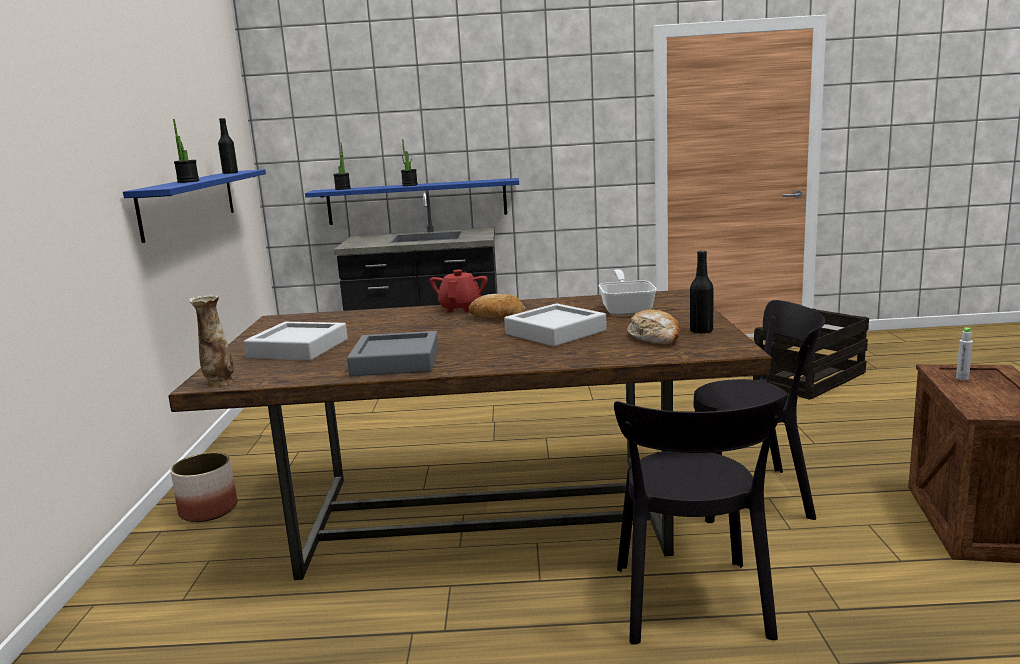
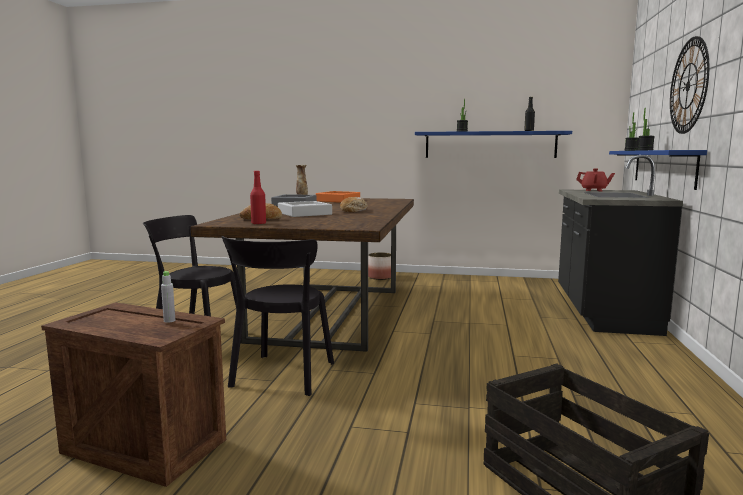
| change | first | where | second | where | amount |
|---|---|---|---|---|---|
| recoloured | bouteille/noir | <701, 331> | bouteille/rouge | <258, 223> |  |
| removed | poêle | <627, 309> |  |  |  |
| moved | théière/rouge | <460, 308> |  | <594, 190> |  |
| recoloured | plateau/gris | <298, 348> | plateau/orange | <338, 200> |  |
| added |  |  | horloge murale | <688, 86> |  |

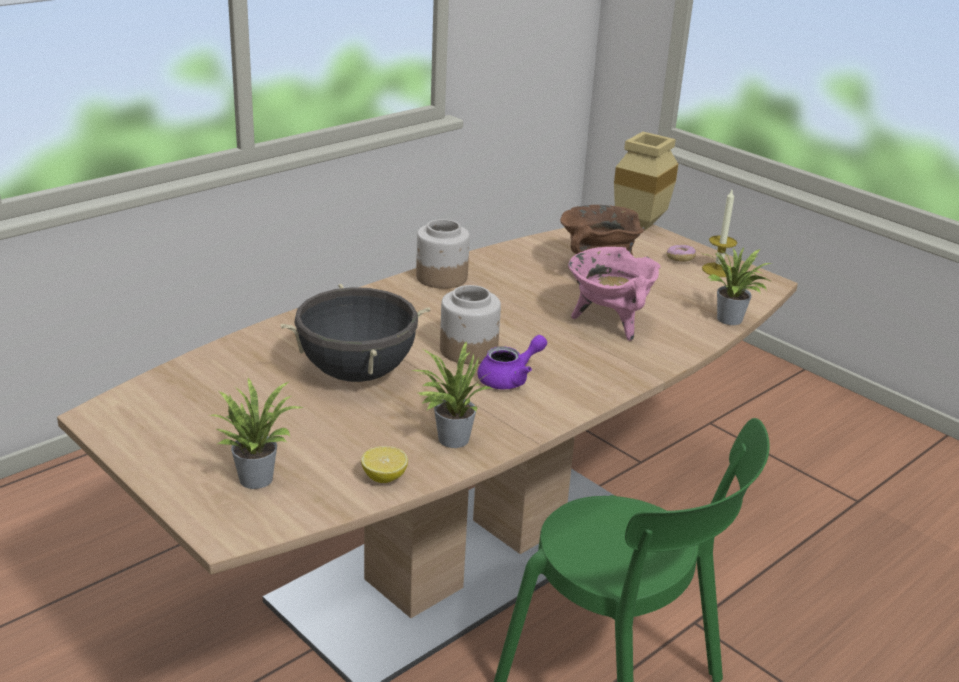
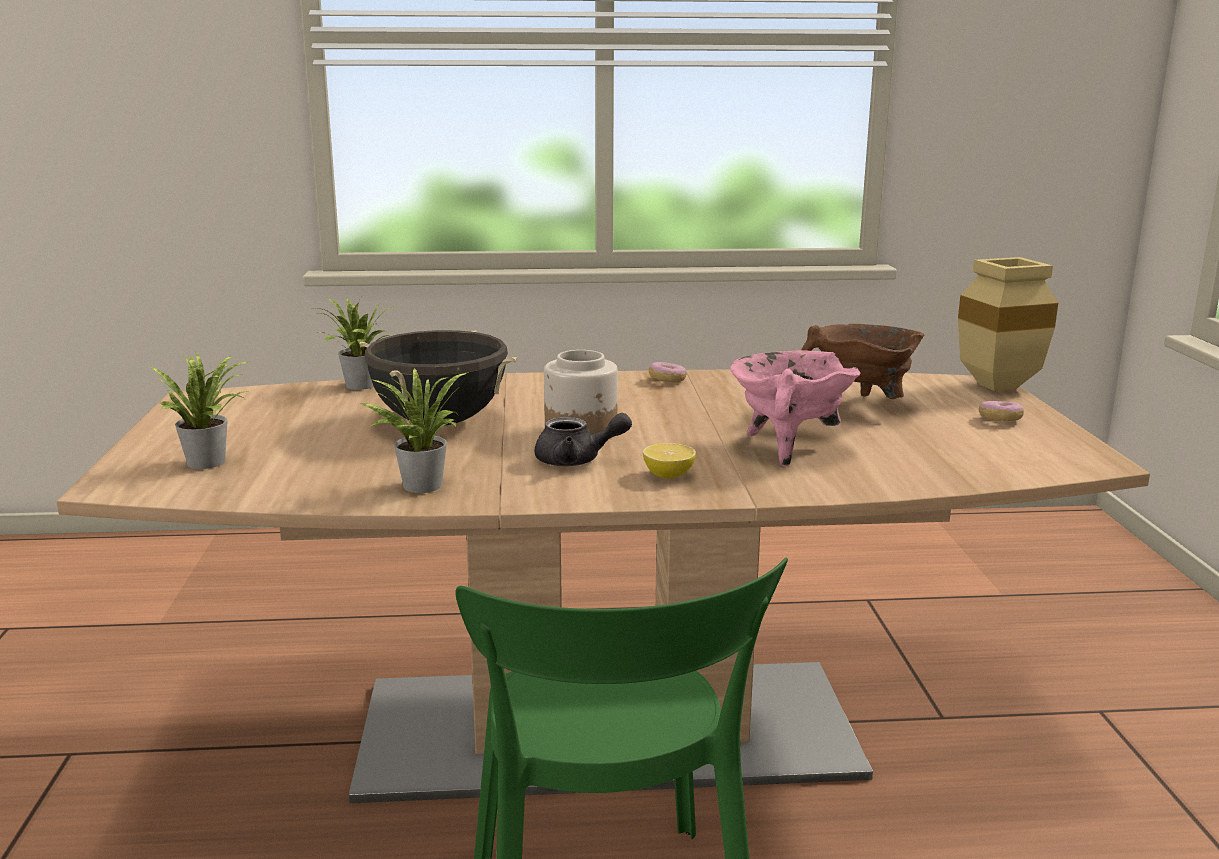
| change | first | where | second | where | amount |
|---|---|---|---|---|---|
| removed | bougie | <718, 270> |  |  |  |
| replaced | bocal | <441, 278> | beignet | <667, 380> |  |
| moved | plante en pot | <730, 321> |  | <357, 386> |  |
| recoloured | théière/violet | <510, 379> | théière/gris | <577, 460> |  |
| moved | citron | <384, 477> |  | <668, 475> |  |

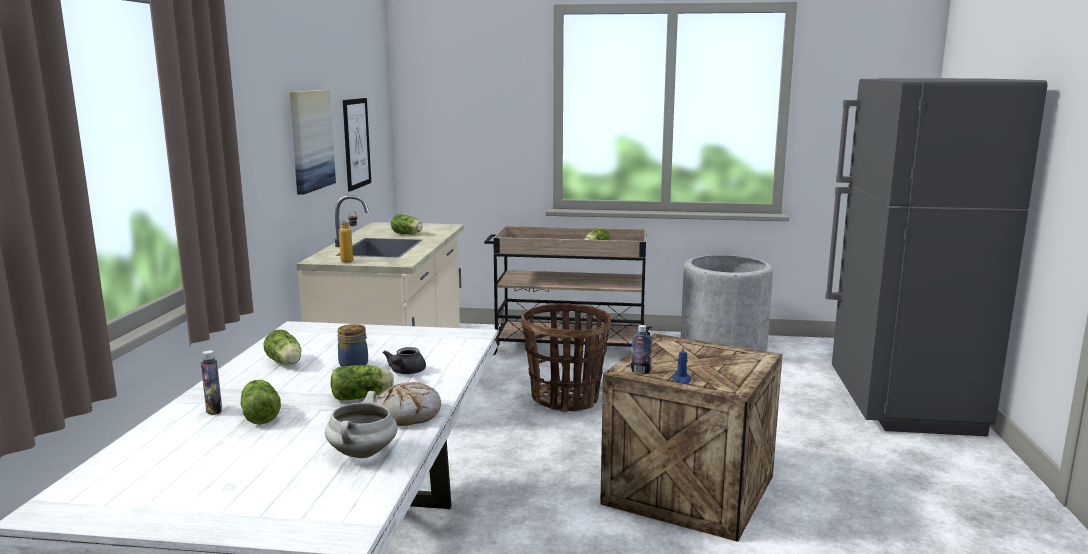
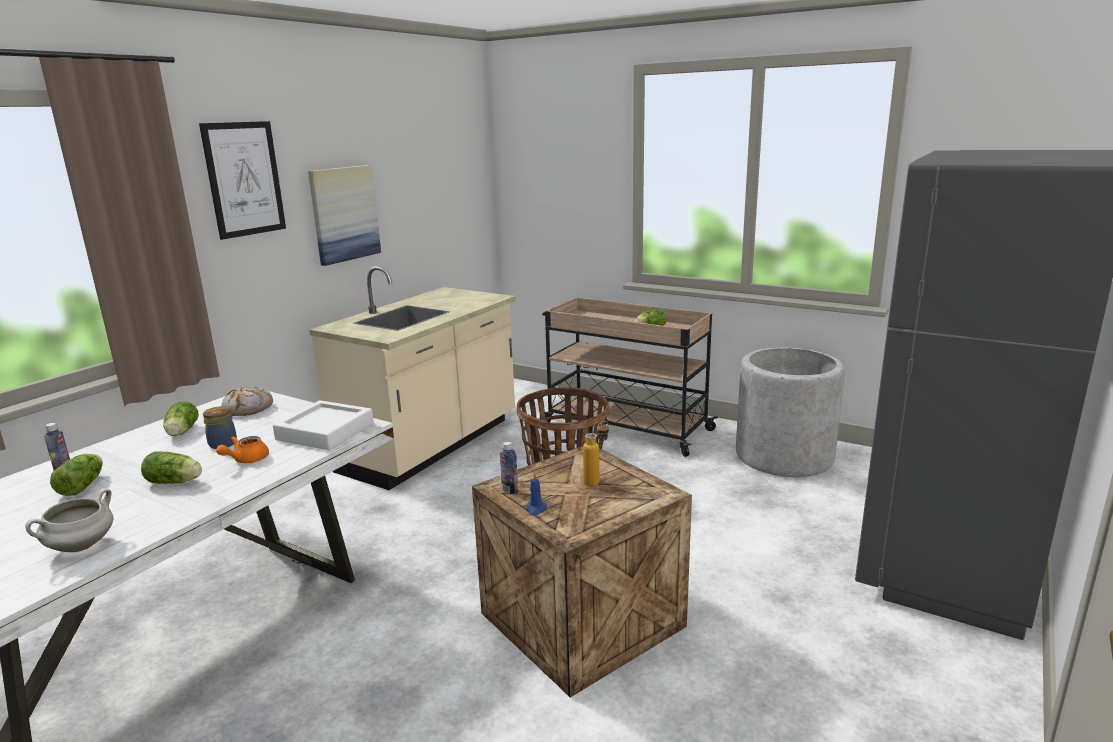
| change | first | where | second | where | amount |
|---|---|---|---|---|---|
| moved | tableau | <356, 143> |  | <244, 179> |  |
| moved | bouteille | <350, 260> |  | <596, 481> |  |
| removed | laitue | <408, 234> |  |  |  |
| recoloured | théière/gris | <405, 372> | théière/orange | <246, 460> |  |
| moved | pain | <409, 414> |  | <248, 408> |  |
| added |  |  | plateau/blanc | <325, 431> |  |

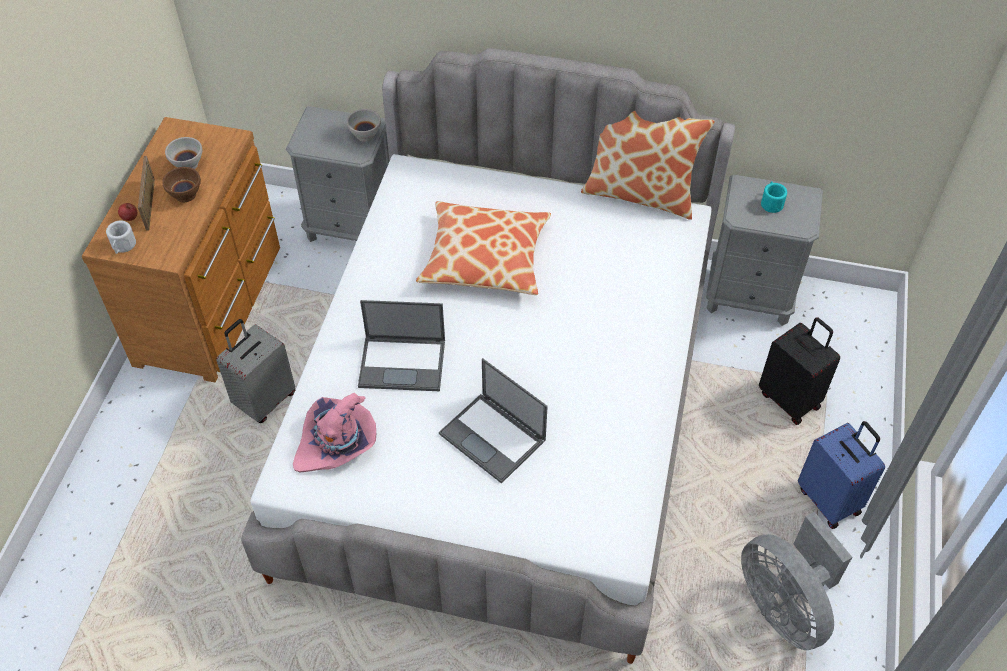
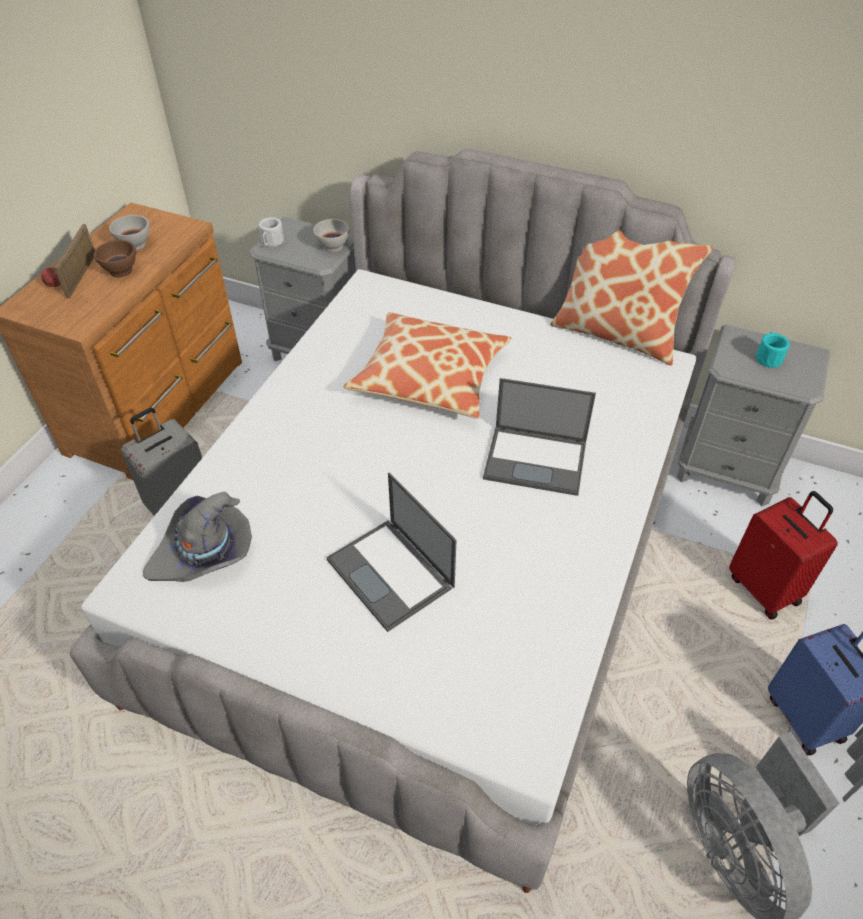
| change | first | where | second | where | amount |
|---|---|---|---|---|---|
| moved | mug/blanc | <123, 246> |  | <271, 242> |  |
| moved | ordinateur portable | <403, 363> |  | <537, 460> |  |
| recoloured | valise/noir | <790, 399> | valise/rouge | <765, 589> |  |
| recoloured | chapeau/rose | <337, 443> | chapeau/gris | <204, 553> |  |

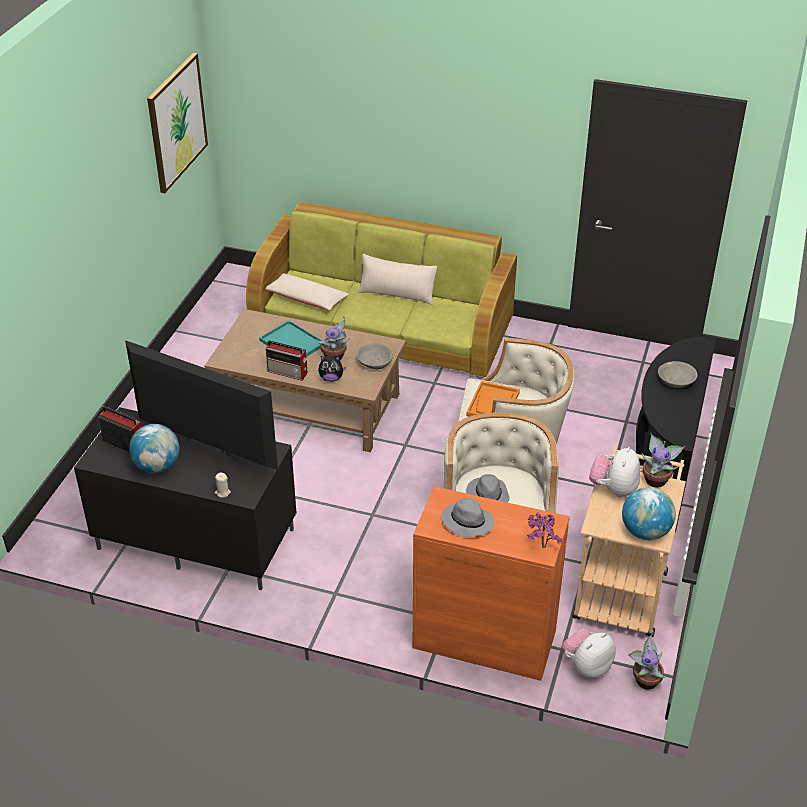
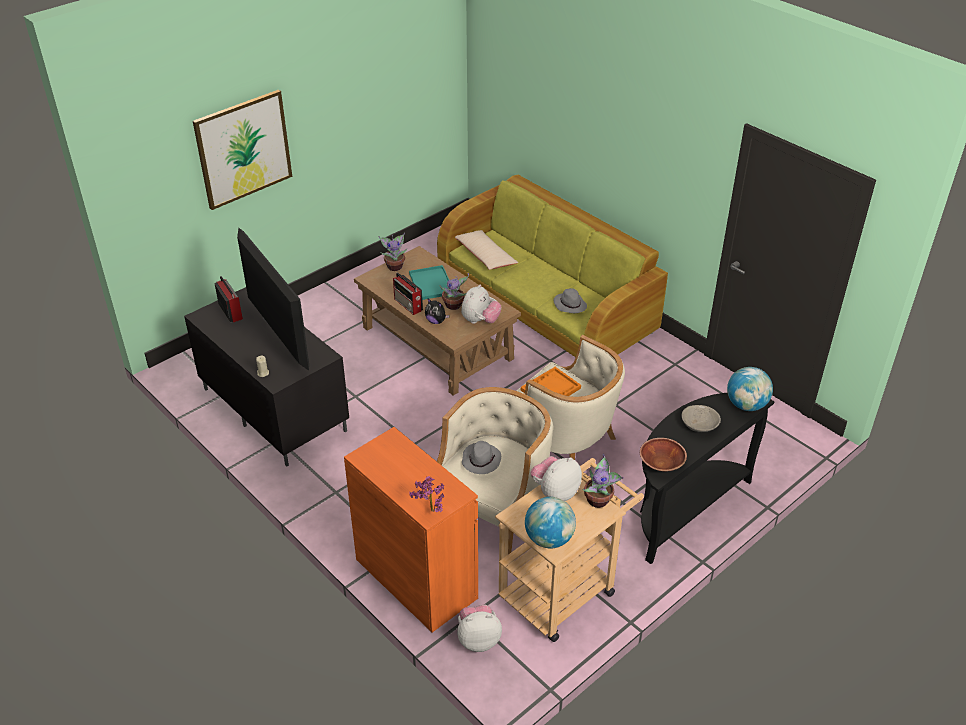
| change | first | where | second | where | amount |
|---|---|---|---|---|---|
| moved | tableau | <177, 122> |  | <243, 149> |  |
| removed | coussin/beige | <397, 293> |  |  |  |
| replaced | bol/gris | <374, 362> | peluche | <480, 321> |  |
| moved | globe | <157, 466> |  | <746, 405> |  |
| moved | chapeau/gris | <466, 522> |  | <569, 305> |  |
| moved | plante en pot | <645, 680> |  | <395, 266> |  |
| added |  |  | bol/marron | <661, 464> |  |

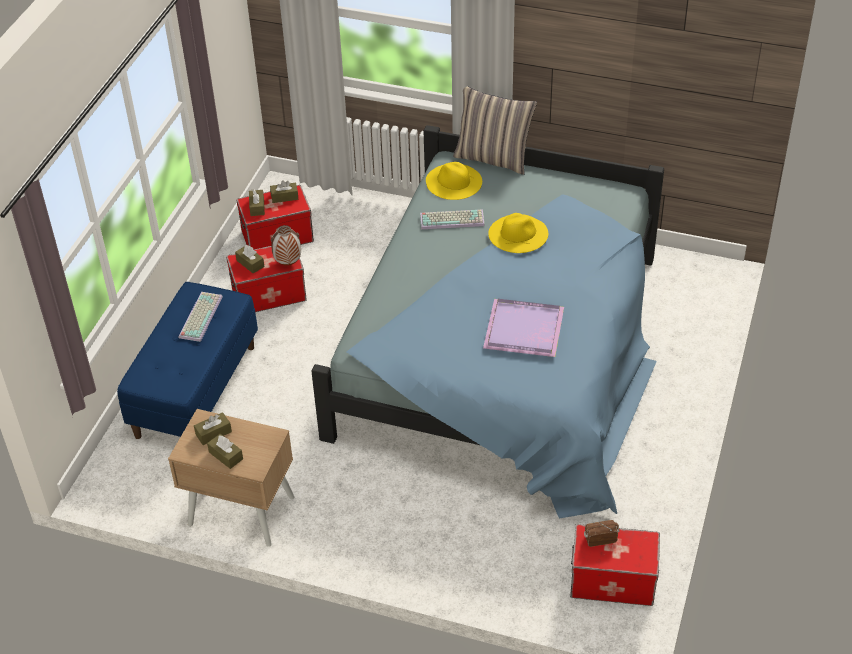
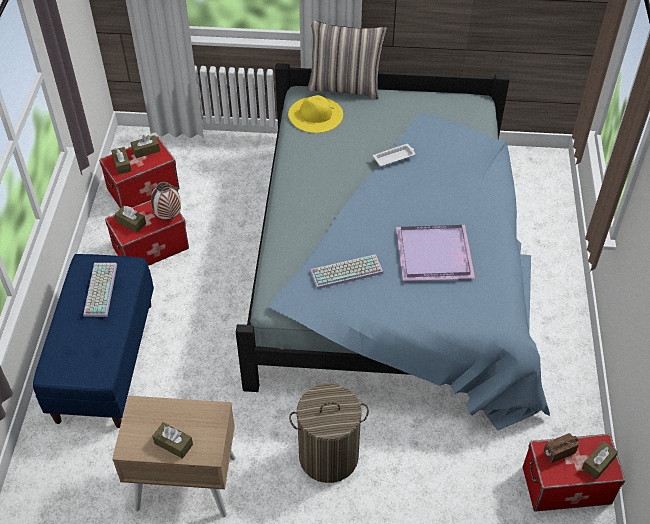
| change | first | where | second | where | amount |
|---|---|---|---|---|---|
| moved | clavier | <453, 219> |  | <347, 271> |  |
| replaced | chapeau/jaune | <518, 233> | plateau/blanc | <394, 157> |  |
| moved | boîte à mouchoirs/marron | <213, 433> |  | <598, 463> |  |
| added |  |  | panier à linge | <328, 456> |  |

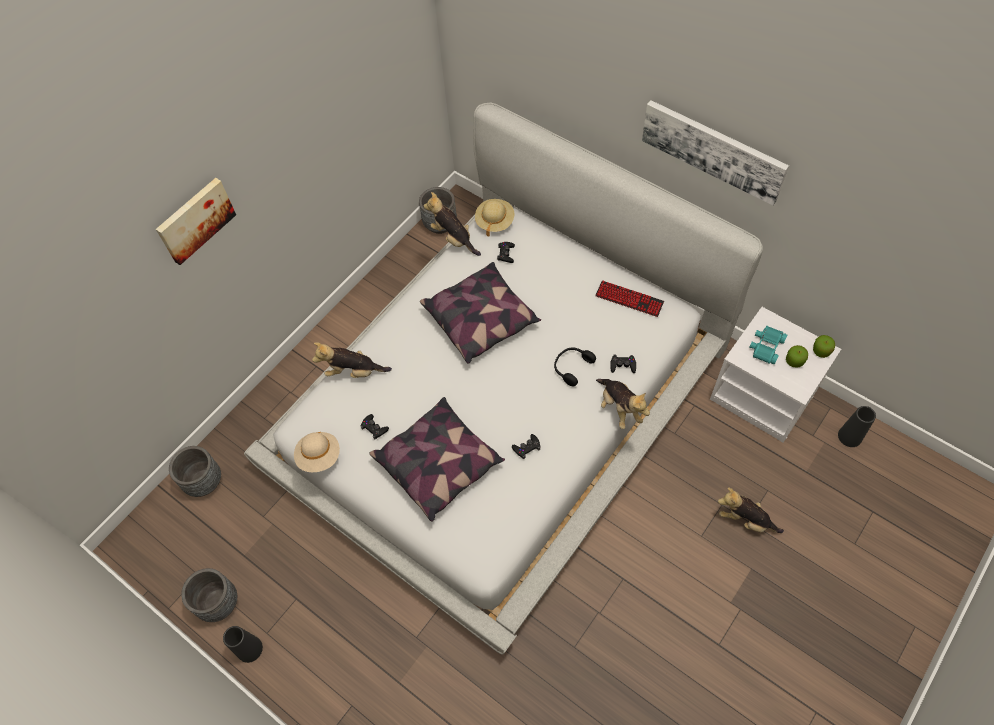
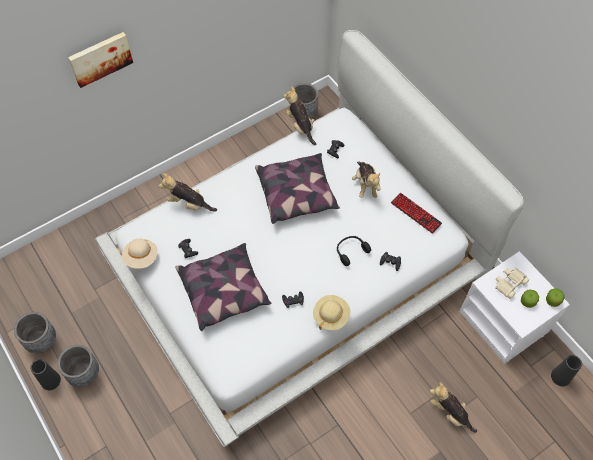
| change | first | where | second | where | amount |
|---|---|---|---|---|---|
| removed | tableau | <713, 150> |  |  |  |
| moved | chapeau/beige | <494, 221> |  | <331, 316> |  |
| recoloured | jumelles/turquoise | <766, 347> | jumelles/beige | <509, 283> |  |
| moved | peluche | <619, 408> |  | <365, 185> |  |
| moved | cache-pot/gris | <204, 482> |  | <84, 373> |  |

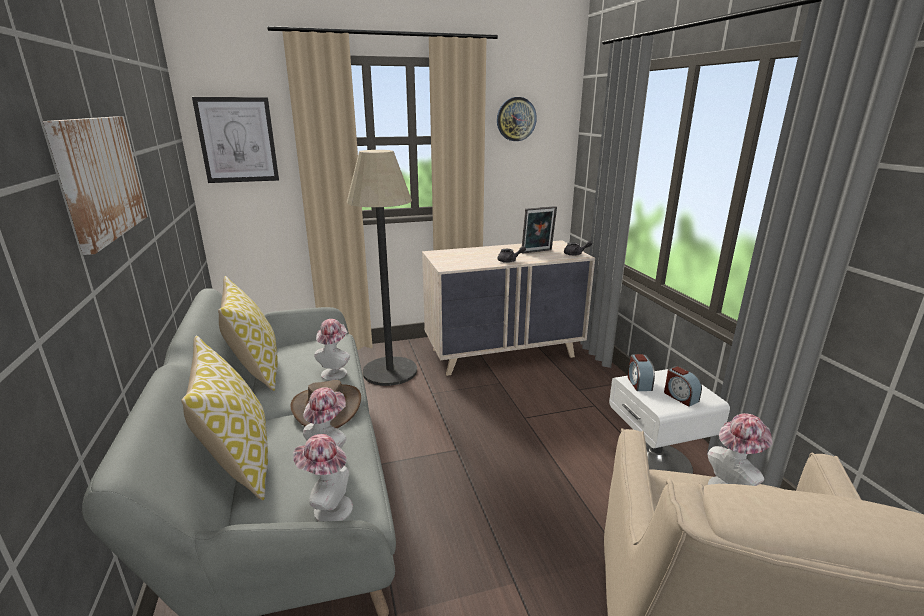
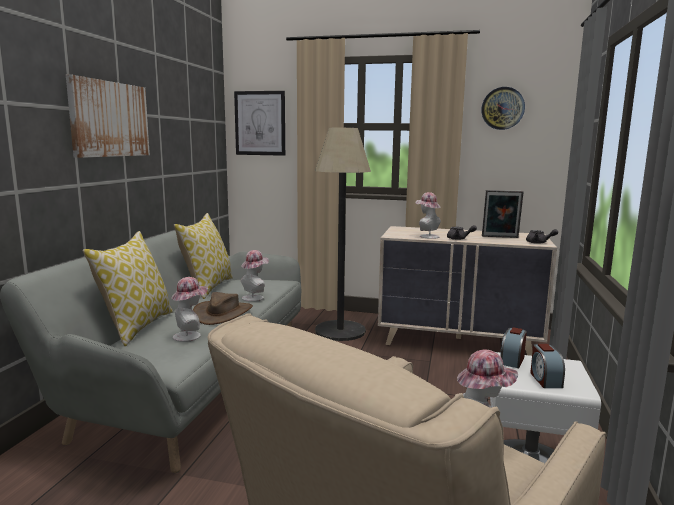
| change | first | where | second | where | amount |
|---|---|---|---|---|---|
| moved | chapeau | <328, 508> |  | <427, 236> |  |

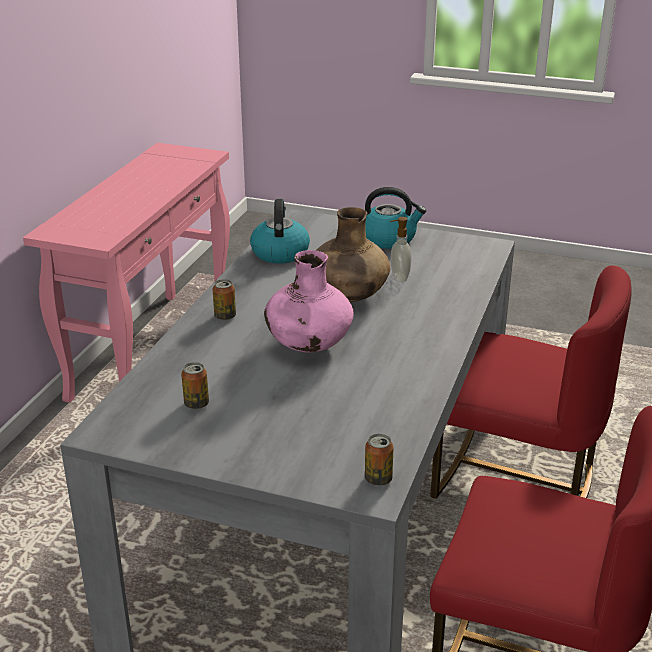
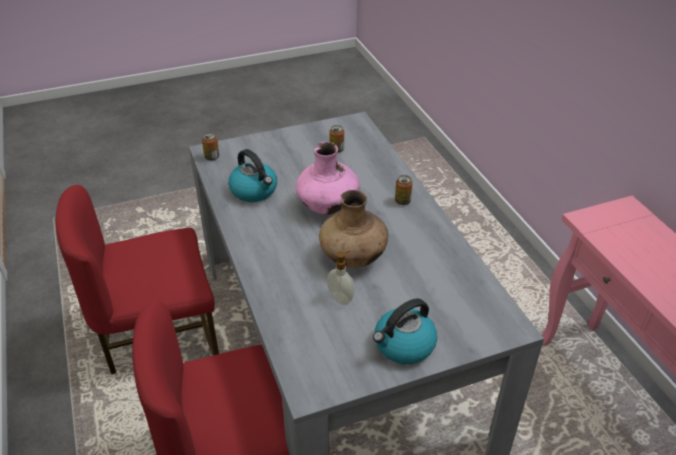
| change | first | where | second | where | amount |
|---|---|---|---|---|---|
| moved | bouilloire | <279, 252> |  | <254, 191> |  |

